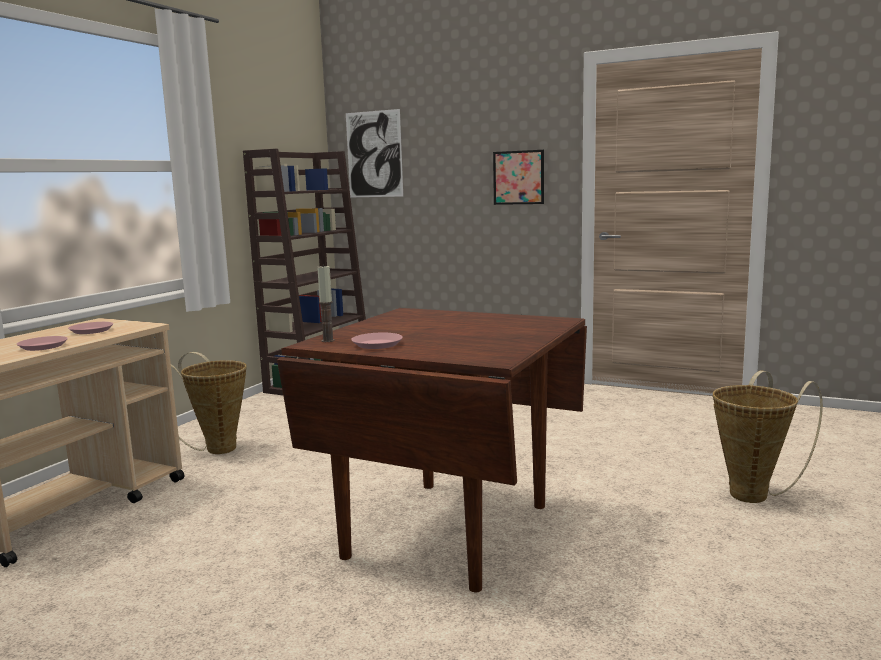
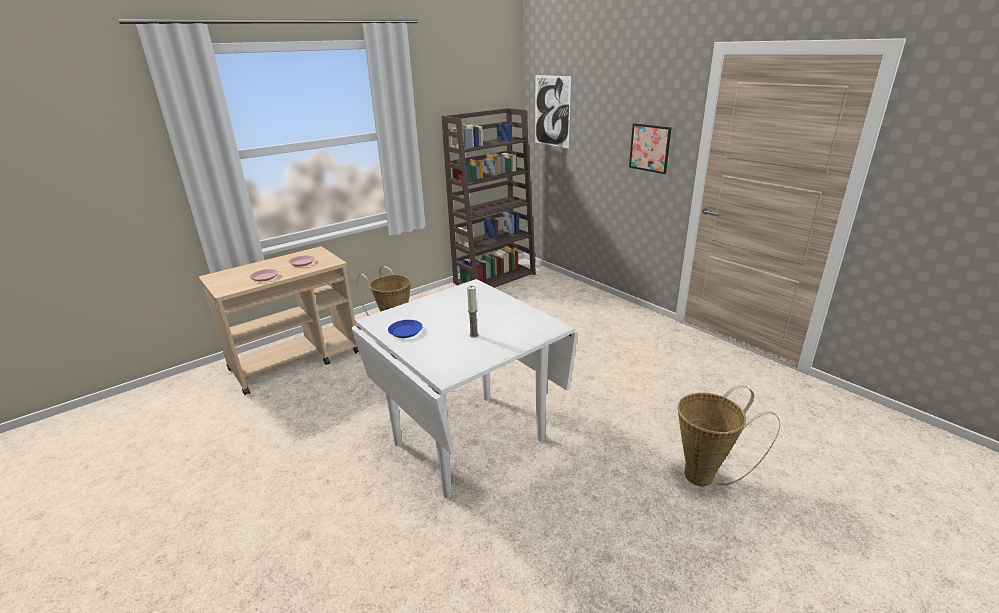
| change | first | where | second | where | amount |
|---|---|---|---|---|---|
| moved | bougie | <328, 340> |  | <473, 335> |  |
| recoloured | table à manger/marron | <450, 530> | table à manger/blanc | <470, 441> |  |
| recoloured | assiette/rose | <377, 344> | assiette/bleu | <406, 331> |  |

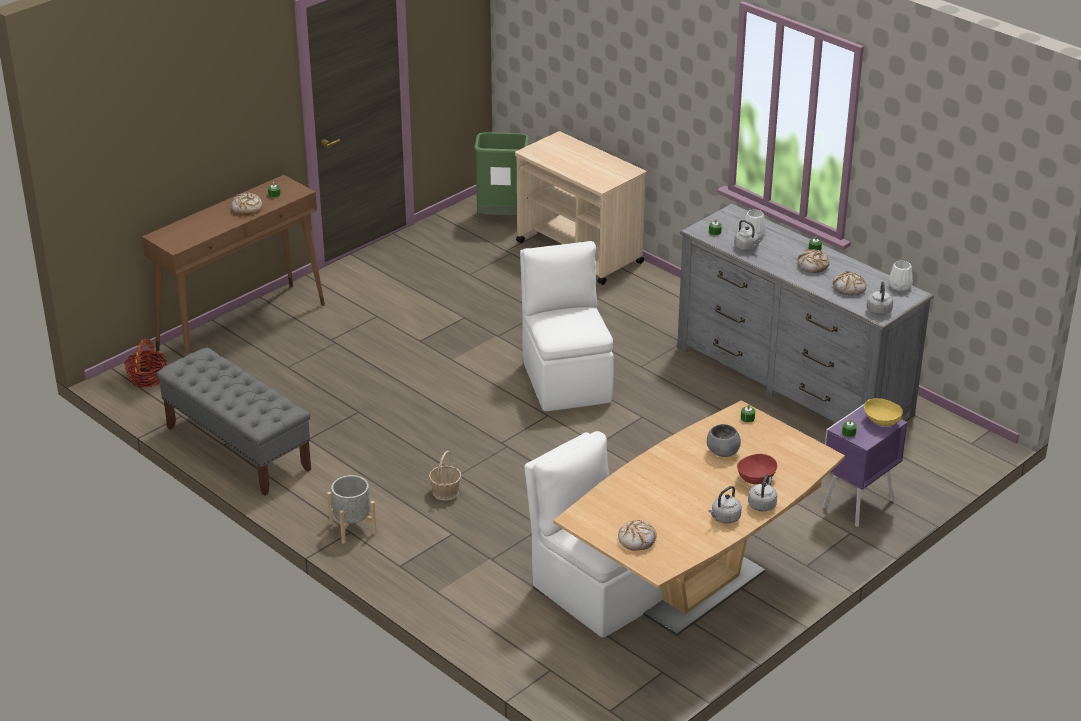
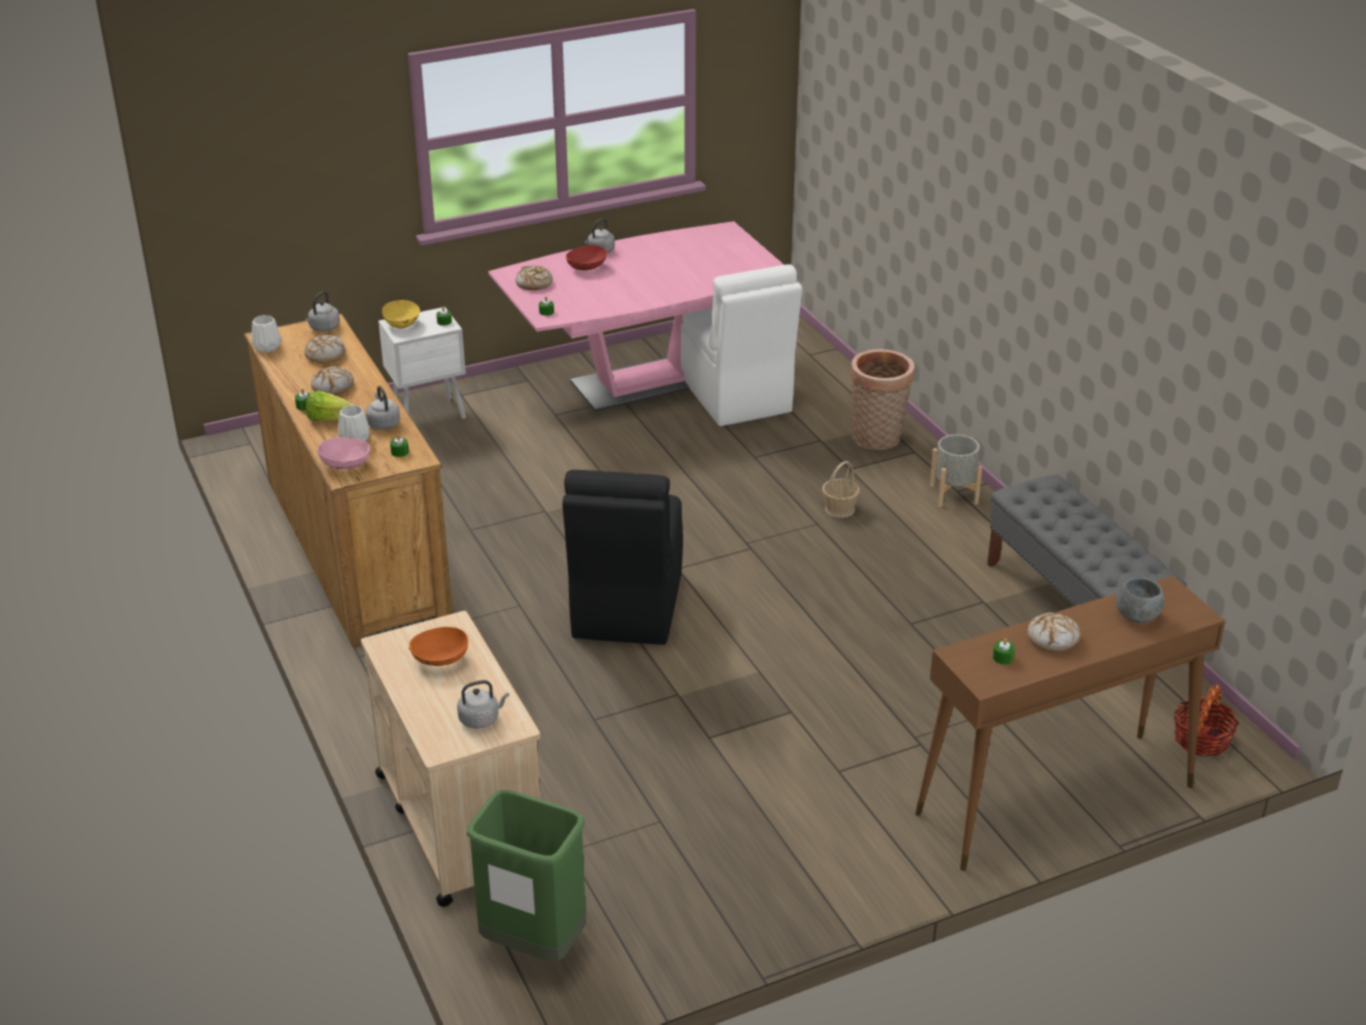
| change | first | where | second | where | amount |
|---|---|---|---|---|---|
| recoloured | commode/gris | <793, 380> | commode/marron | <356, 547> |  |
| recoloured | chaise/blanc | <566, 380> | chaise/noir | <626, 608> |  |
| recoloured | table à manger/marron | <696, 588> | table à manger/rose | <642, 383> |  |
| recoloured | table de chevet/violet | <855, 504> | table de chevet/blanc | <430, 415> |  |
| moved | bol/gris | <722, 452> |  | <1136, 616> |  |
| moved | bouilloire/gris | <724, 518> |  | <481, 719> |  |
| moved | pain | <637, 540> |  | <534, 284> |  |
| added |  |  | panier | <877, 439> |  |
| added |  |  | laitue | <330, 419> |  |
| added |  |  | bol/rose | <346, 465> |  |
| added |  |  | bol/orange | <440, 660> |  |

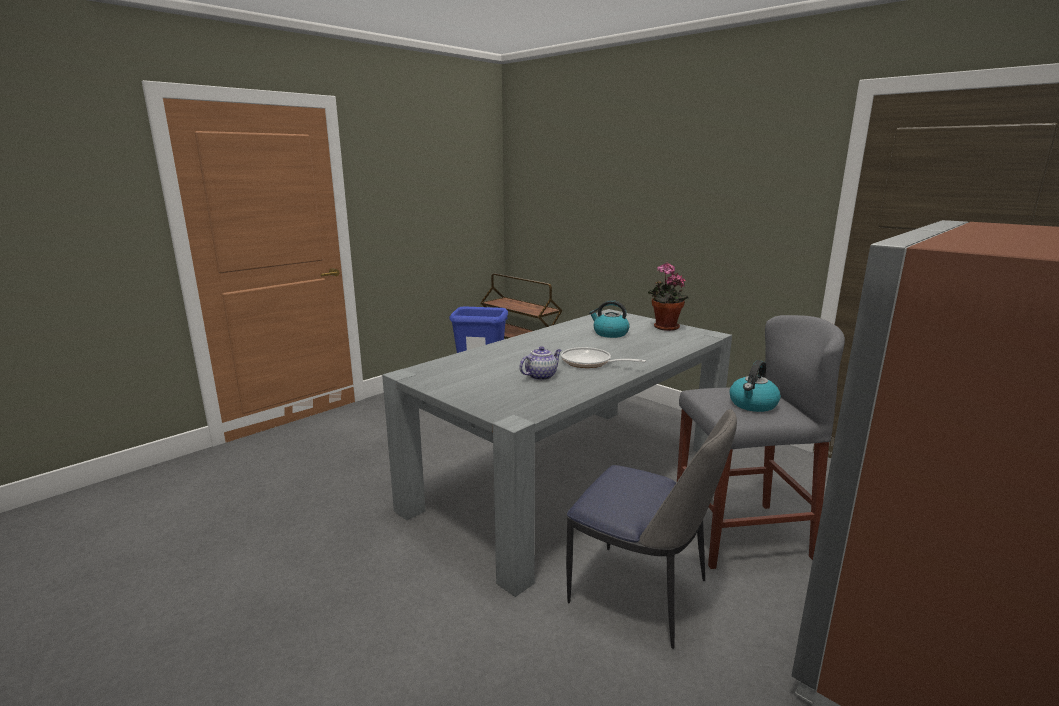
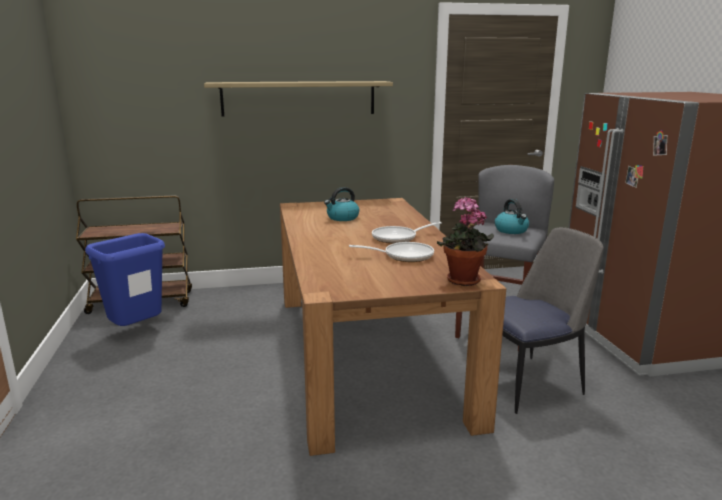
| change | first | where | second | where | amount |
|---|---|---|---|---|---|
| moved | plante en pot | <664, 327> |  | <462, 281> |  |
| recoloured | table à manger/gris | <571, 478> | table à manger/marron | <366, 353> |  |
| replaced | théière | <541, 376> | poêle | <404, 256> |  |
| added |  |  | étagère | <298, 98> |  |

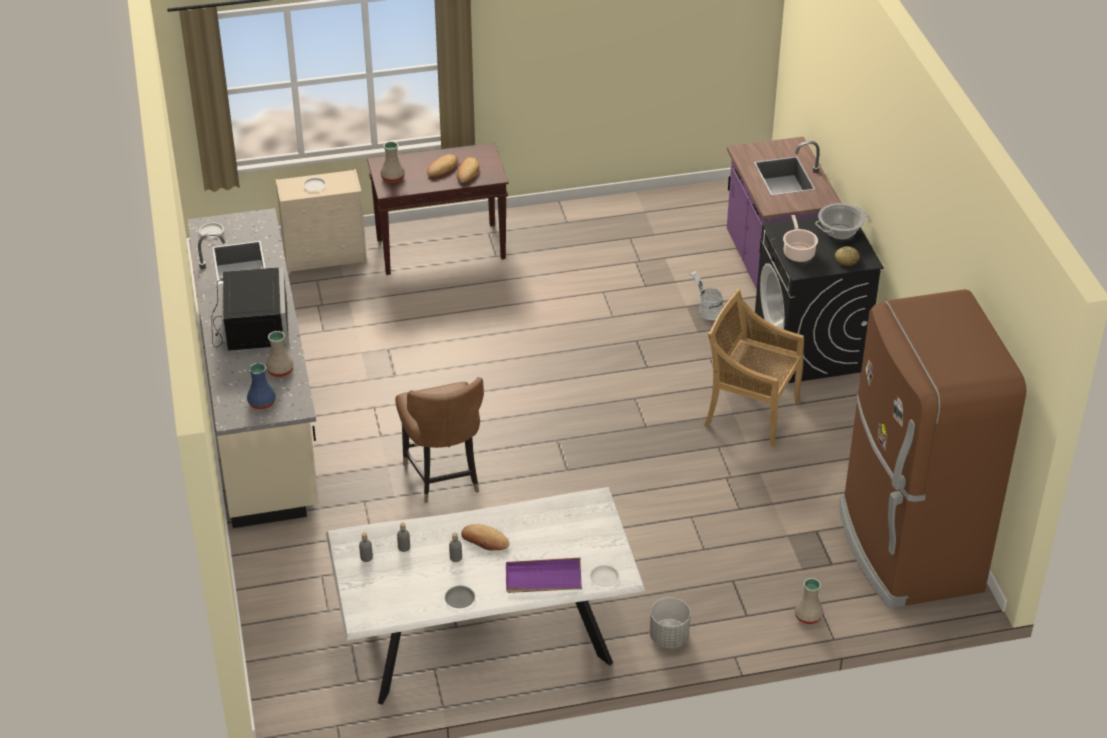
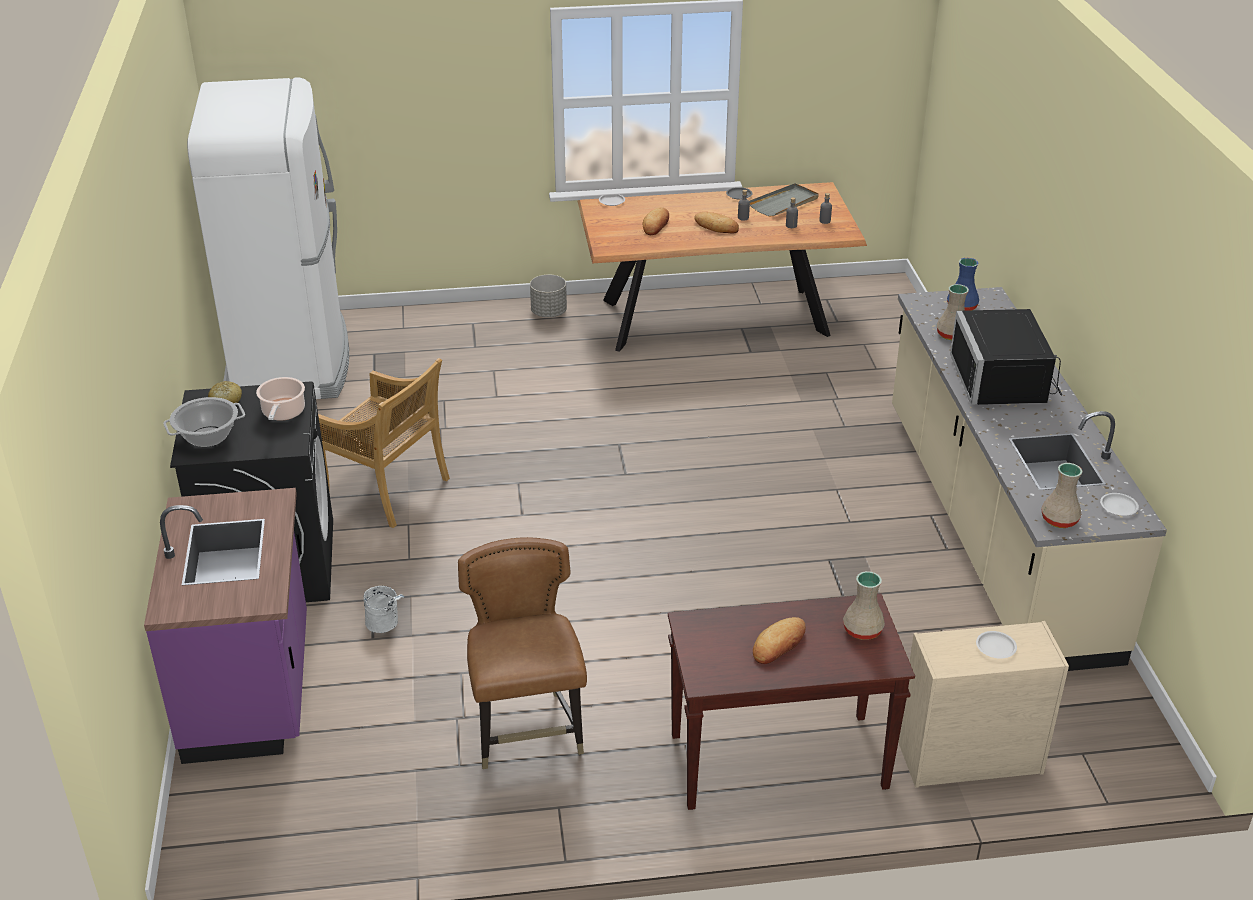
| change | first | where | second | where | amount |
|---|---|---|---|---|---|
| moved | pain | <467, 173> |  | <656, 225> |  |
| recoloured | réfrigérateur/marron | <907, 549> | réfrigérateur/blanc | <293, 361> |  |
| moved | chaise/marron | <443, 476> |  | <527, 731> |  |
| recoloured | table à manger/blanc | <486, 642> | table à manger/marron | <714, 317> |  |
| removed | plateau/violet | <543, 578> |  |  |  |
| moved | vase/beige | <808, 617> |  | <1059, 519> |  |
| added |  |  | plateau/gris | <784, 203> |  |

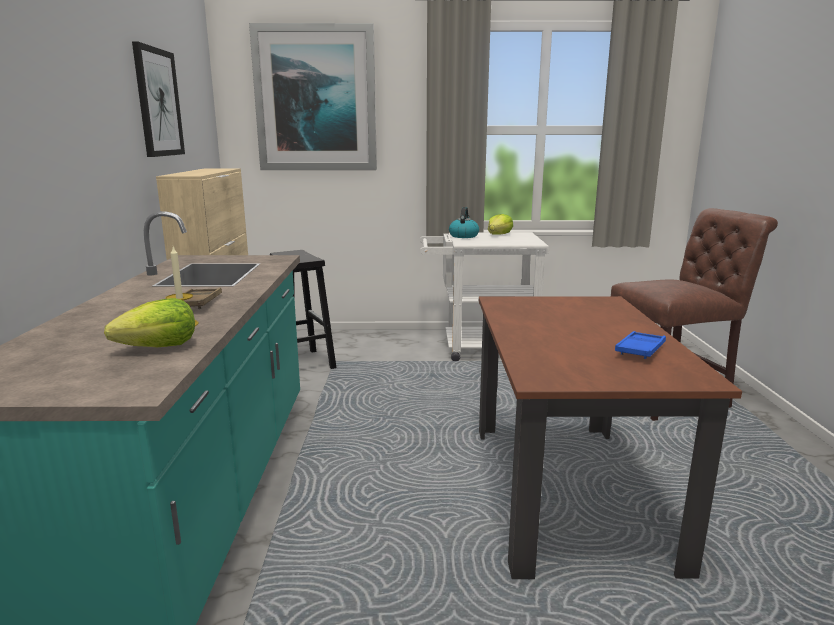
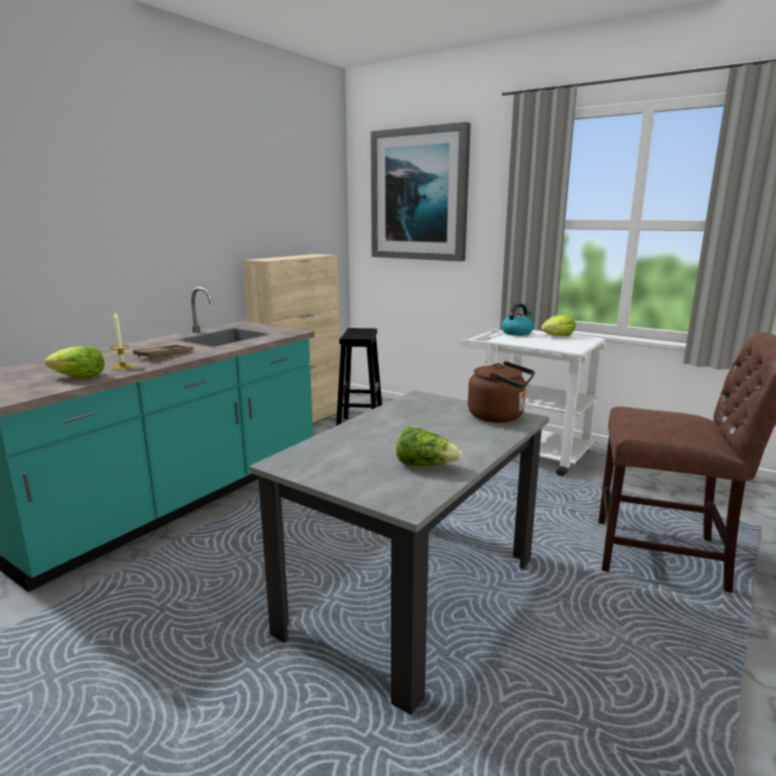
| change | first | where | second | where | amount |
|---|---|---|---|---|---|
| removed | tableau | <158, 103> |  |  |  |
| recoloured | table à manger/marron | <566, 492> | table à manger/gris | <412, 595> |  |
| replaced | plateau/bleu | <640, 349> | laitue | <425, 465> |  |
| added |  |  | bouilloire/marron | <499, 416> |  |

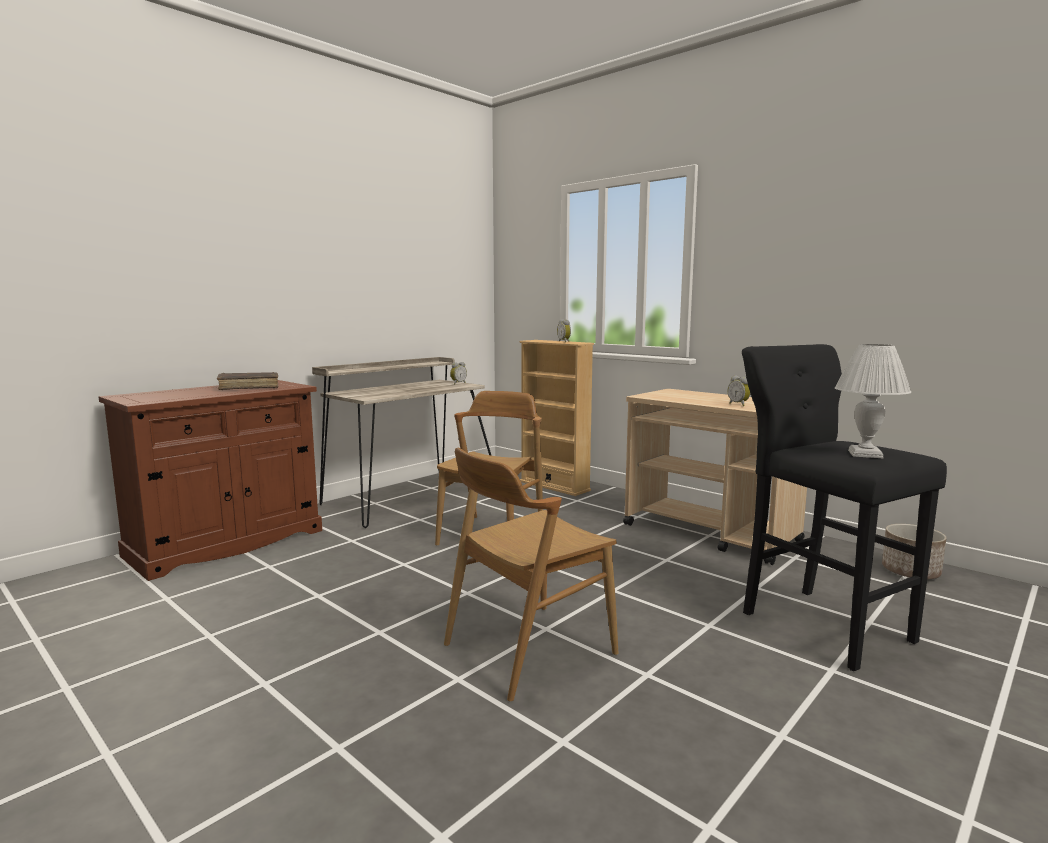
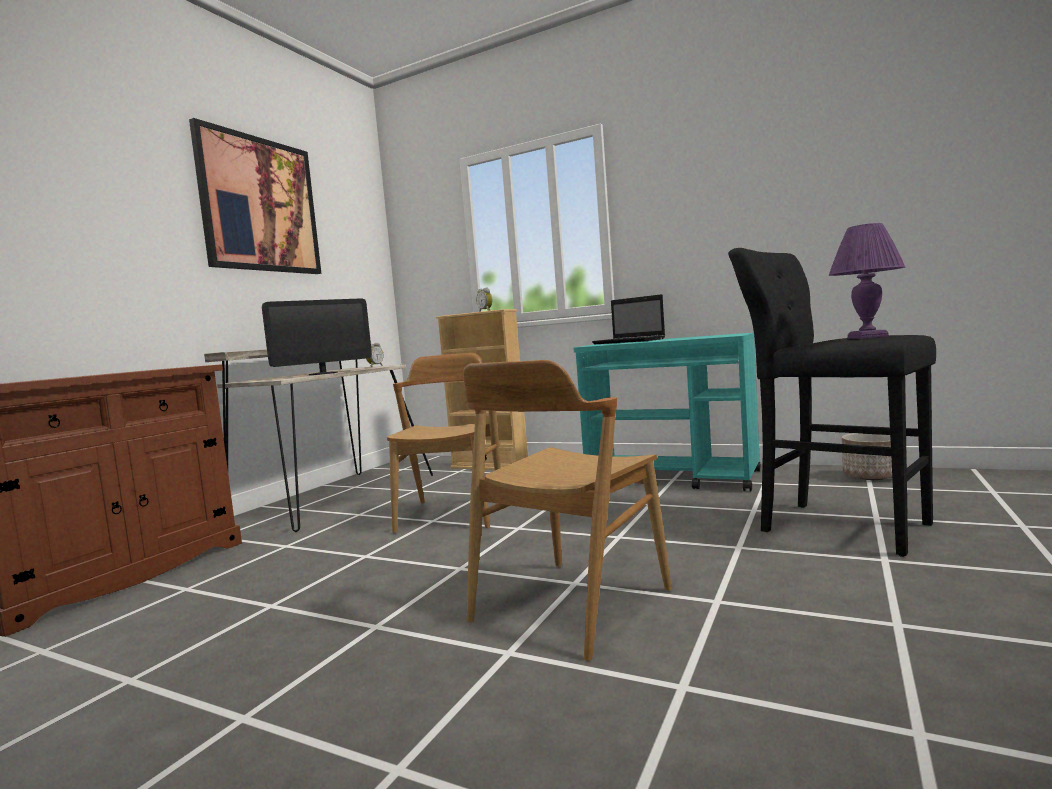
| change | first | where | second | where | amount |
|---|---|---|---|---|---|
| recoloured | lampe de table/blanc | <866, 454> | lampe de table/violet | <868, 337> |  |
| removed | livre/marron | <249, 387> |  |  |  |
| removed | réveil | <739, 404> |  |  |  |
| recoloured | chariot/beige | <711, 533> | chariot/turquoise | <674, 478> |  |
| added |  |  | tableau | <259, 205> |  |
| added |  |  | ordinateur portable | <630, 341> |  |
| added |  |  | écran d'ordinateur | <323, 373> |  |

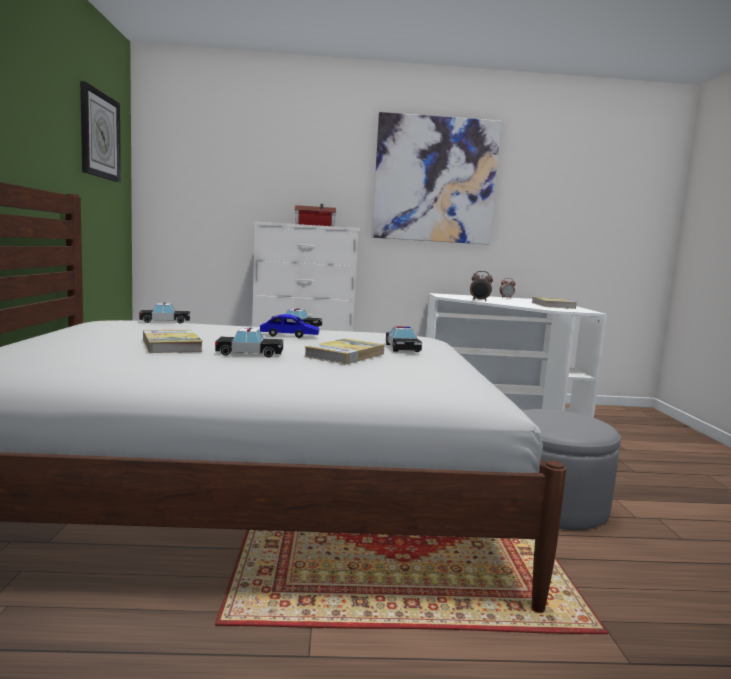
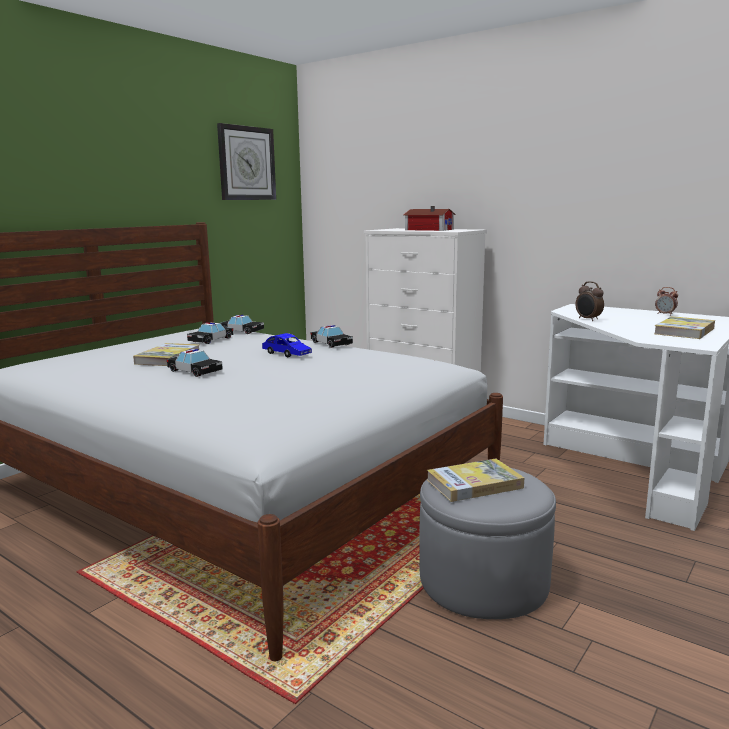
| change | first | where | second | where | amount |
|---|---|---|---|---|---|
| removed | tableau | <435, 180> |  |  |  |
| moved | petite voiture | <402, 348> |  | <211, 340> |  |
| moved | livre | <345, 355> |  | <474, 484> |  |

